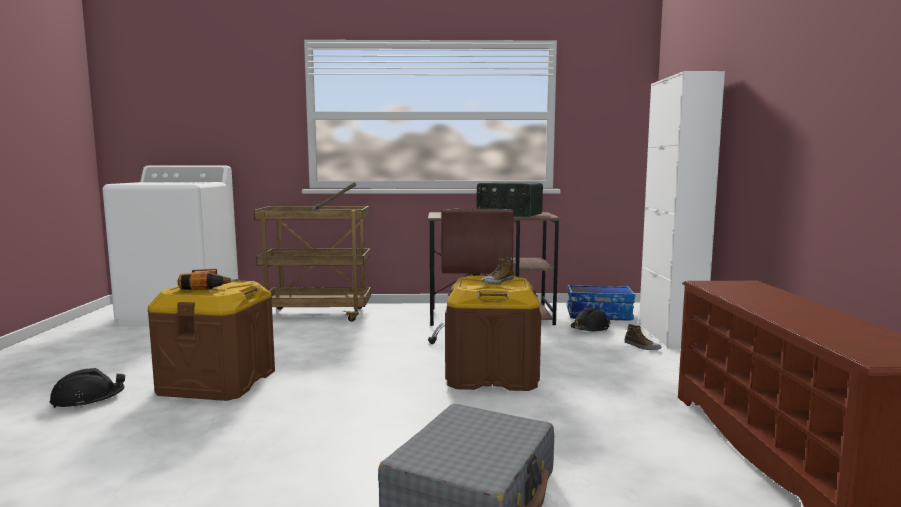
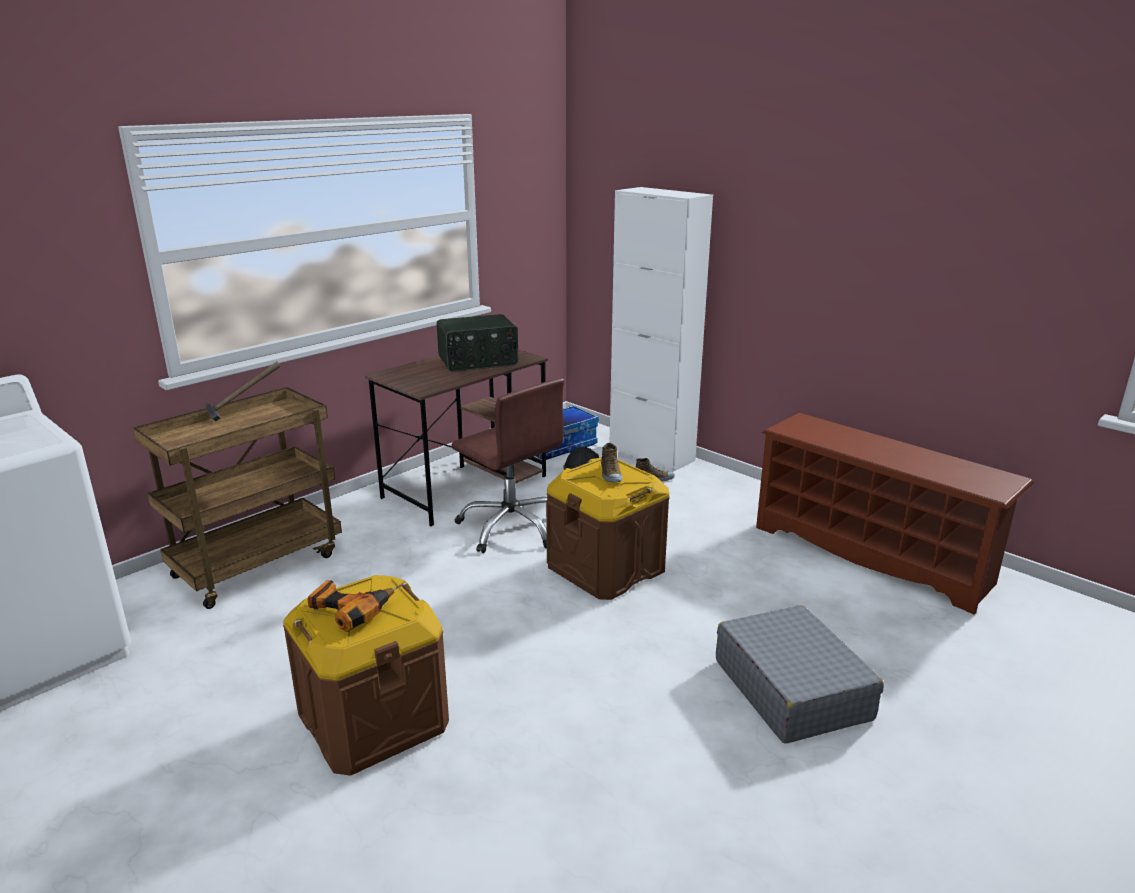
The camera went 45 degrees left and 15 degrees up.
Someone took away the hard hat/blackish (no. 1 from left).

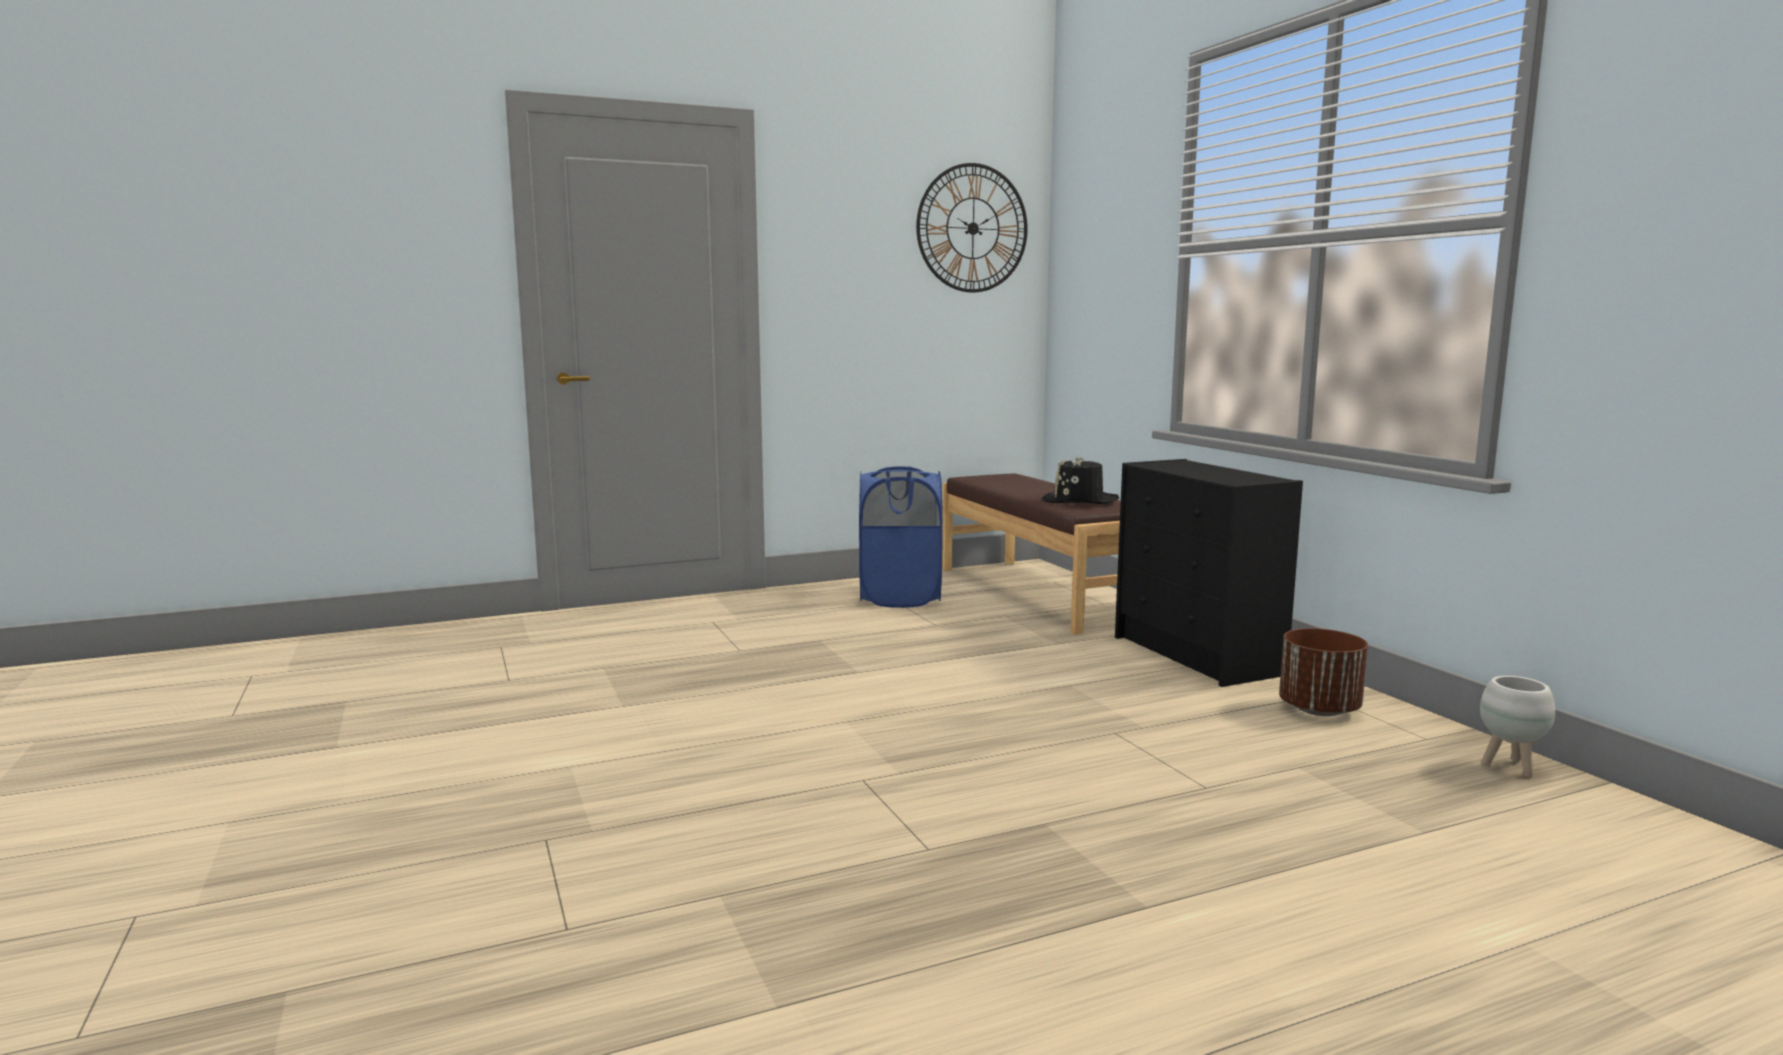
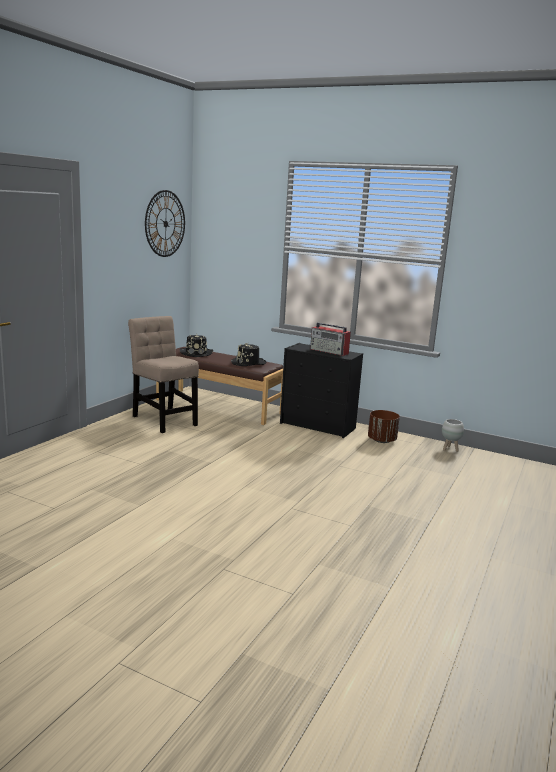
The camera went 40 degrees left and 5 degrees up.
Someone swapped the laundry basket/blue-coloured for the plain chair/beige.
Someone put down the radio set.
Someone put down the clothing hat/blackish (no. 1 from left).

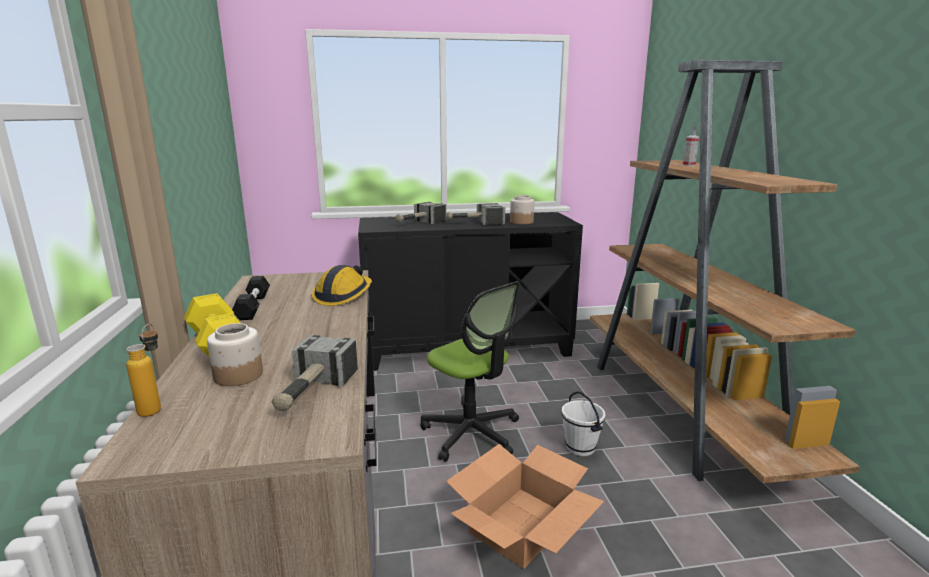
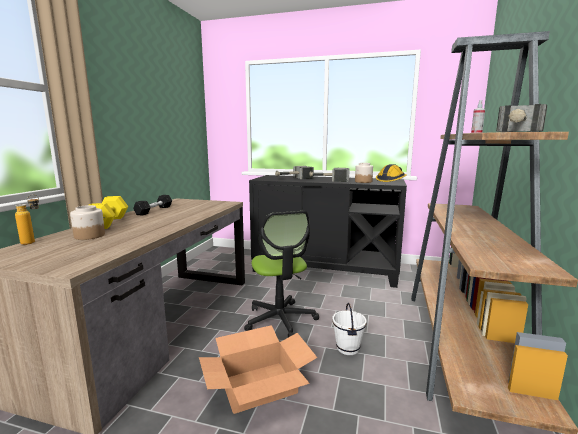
The camera went 25 degrees right and 5 degrees down.
Someone carried the hard hat.
Someone carried the hammer (no. 1 from left in the first image).

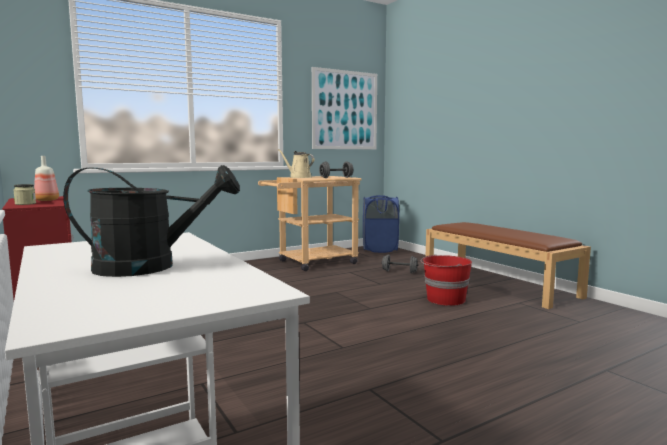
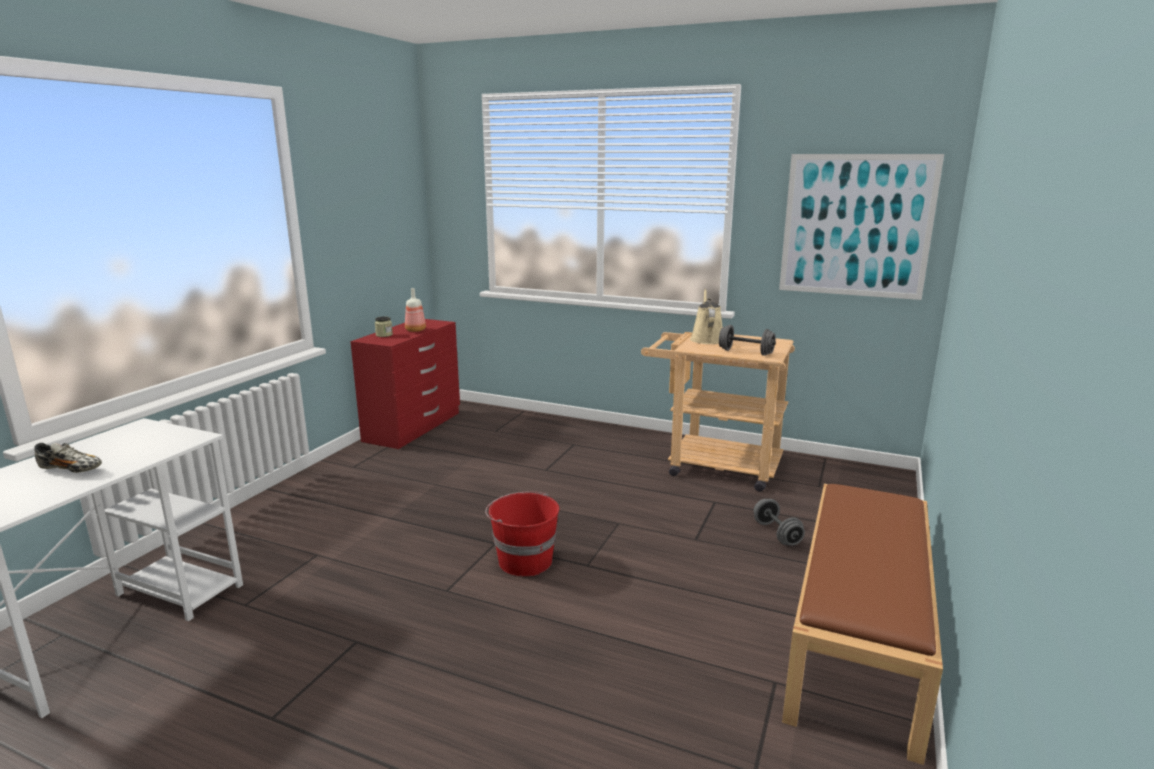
The camera went 55 degrees right and 10 degrees up.
Someone swapped the watering pot/blackish for the low shoe.
Someone took away the laundry basket/blue-coloured.
Someone carried the water bucket/red.

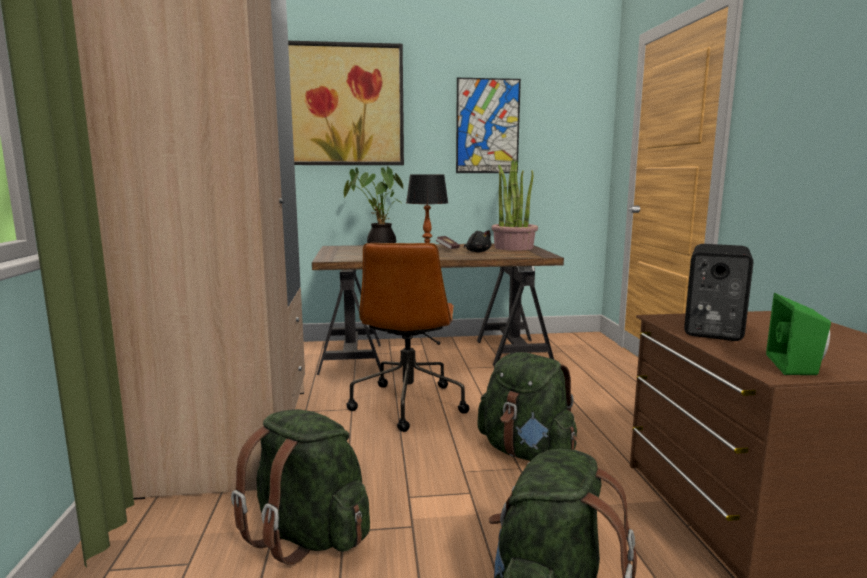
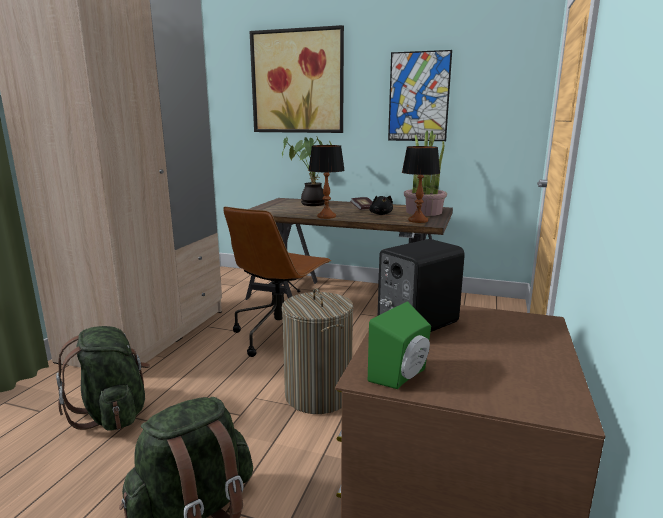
The camera went 25 degrees right and 5 degrees up.
Someone swapped the backpack/green-coloured (no. 2 from left) for the laundry basket.
Someone put down the tabletop lamp (no. 2 from left).

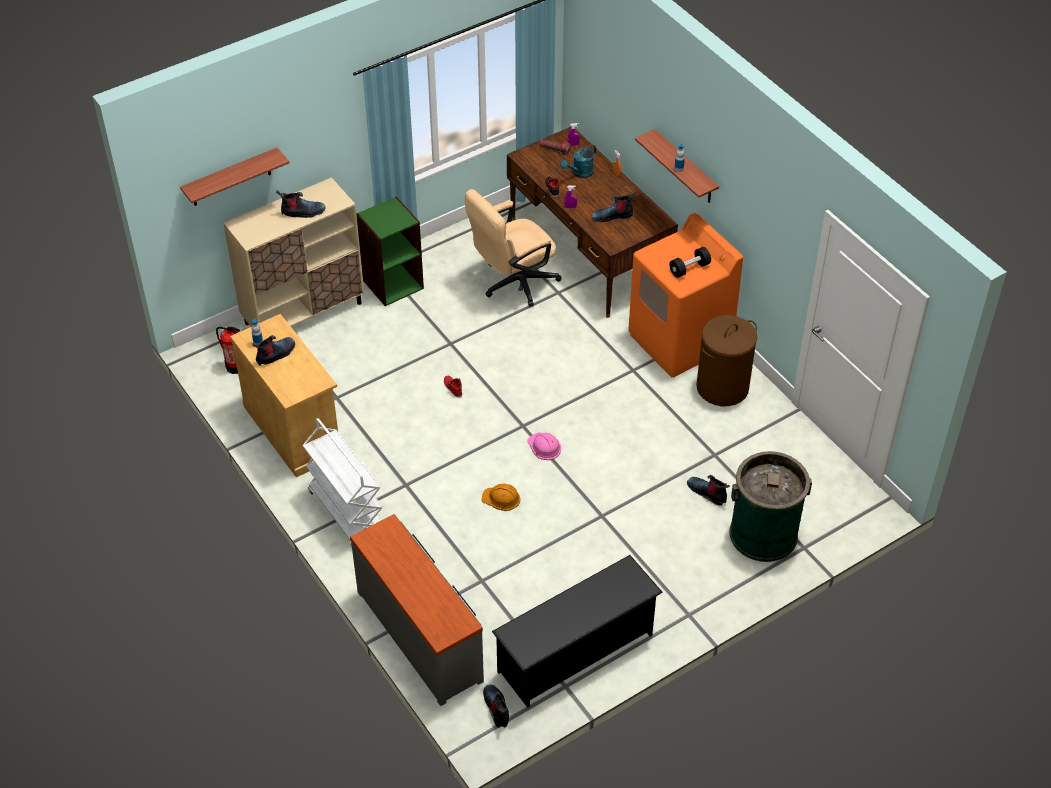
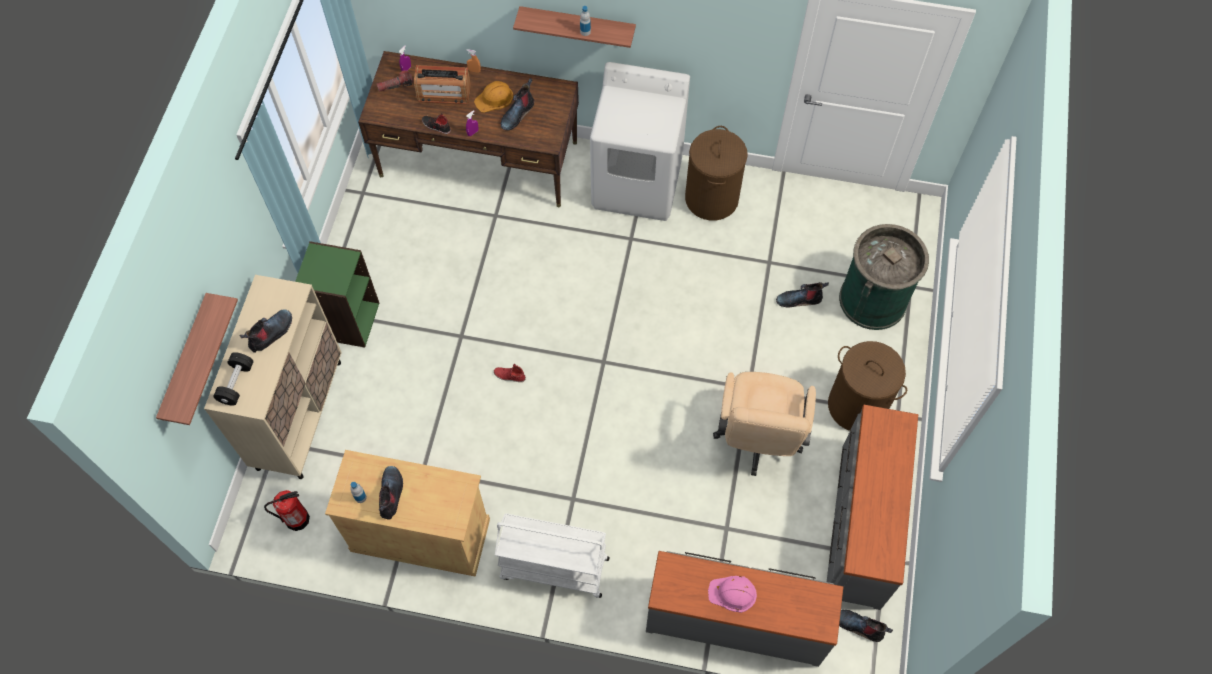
The camera went 45 degrees left and 15 degrees up.
Someone swapped the watering pot/turquoise for the radio set.
Someone carried the desk chair/beige.
Someone repainted the laundry machine/orangey, which became the laundry machine/whitish.
Someone carried the free weight/blackish.
Someone carried the hard hat/pinkish.
Someone carried the hard hat/orangey.
Someone swapped the shoe stand/blackish for the drawer chest/greyish (no. 2 from left).
Someone put down the laundry basket/brown-coloured (no. 2 from left).

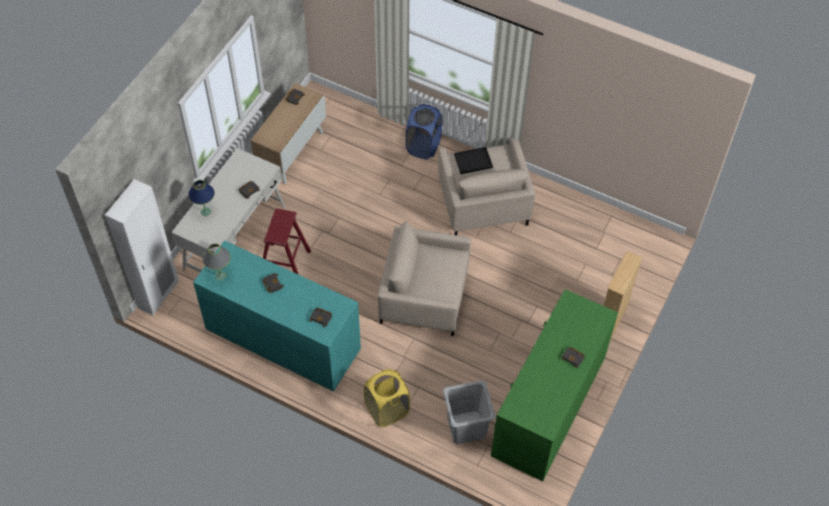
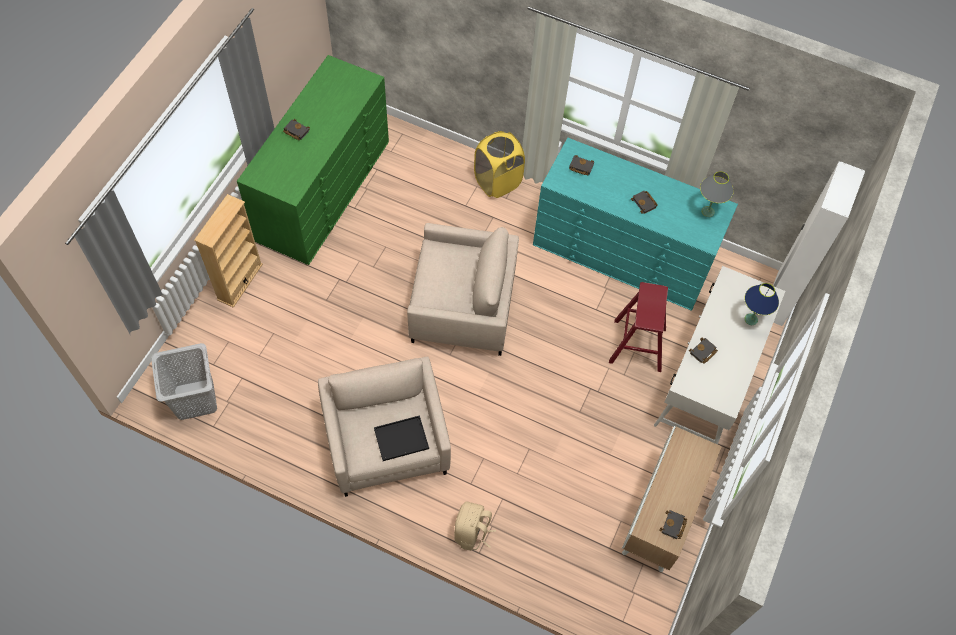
The camera went 175 degrees right and 5 degrees up.
Someone swapped the laundry basket/blue-coloured for the backpack/beige.
Someone carried the laundry basket/greyish.

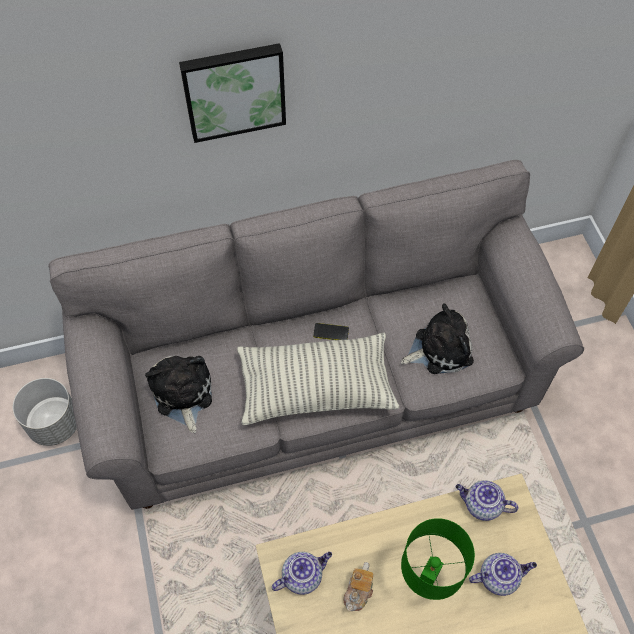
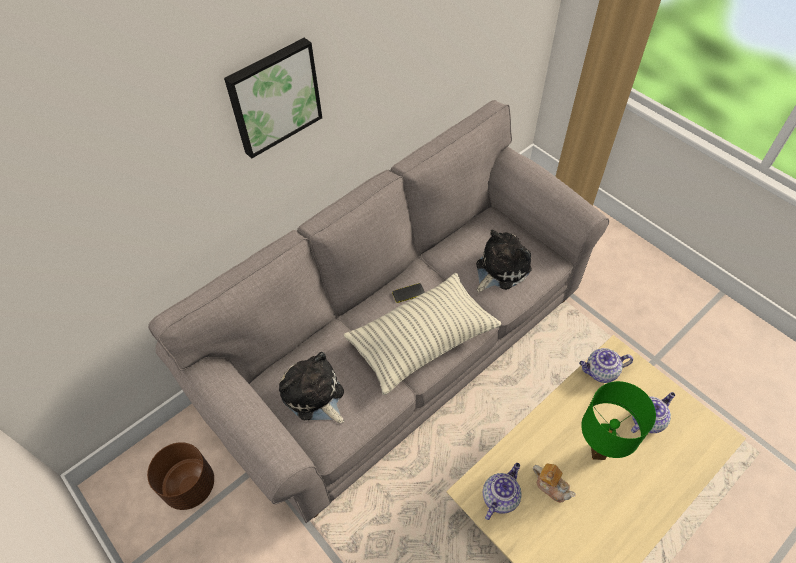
The camera went 25 degrees left and 5 degrees down.
Someone repainted the plant pot/greyish, which became the plant pot/brown-coloured.
Someone rotated the pot for tea (no. 2 from left) by 45 degrees counterclockwise.

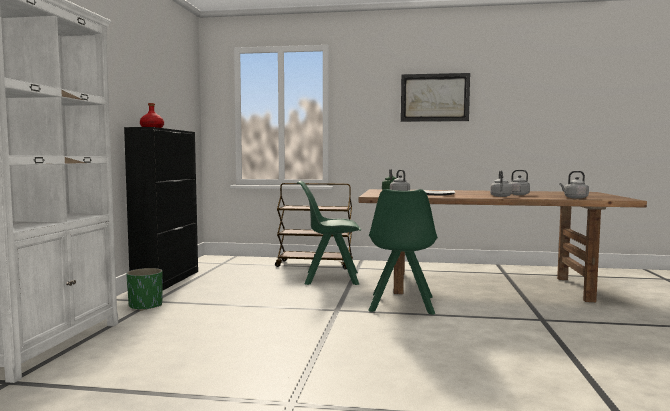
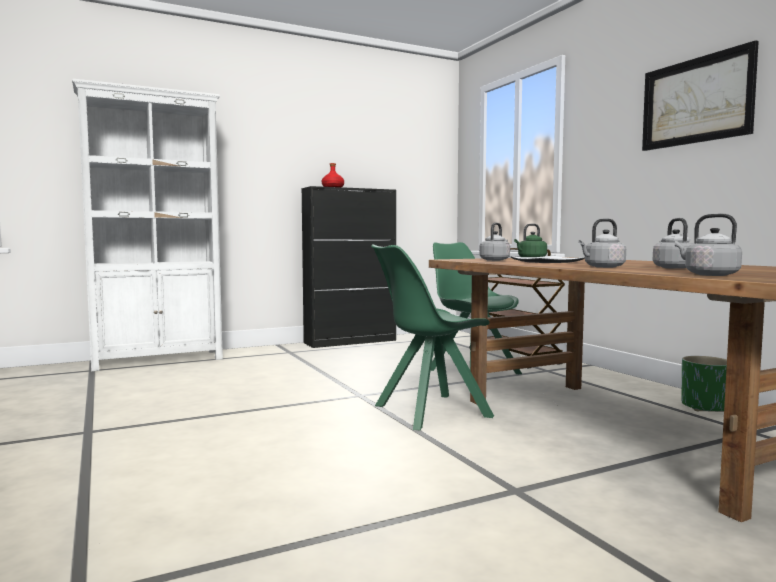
The camera went 55 degrees right and 0 degrees up.
Someone carried the plant pot/green-coloured.

